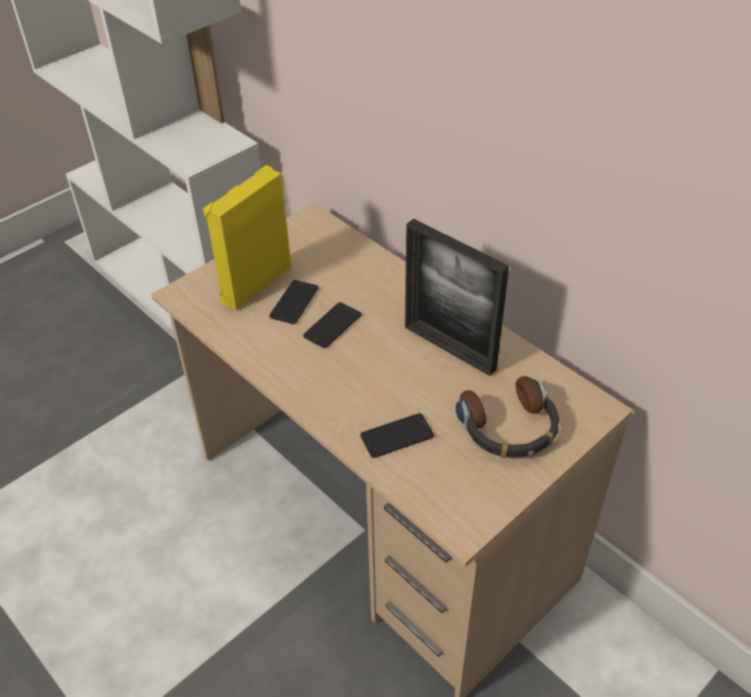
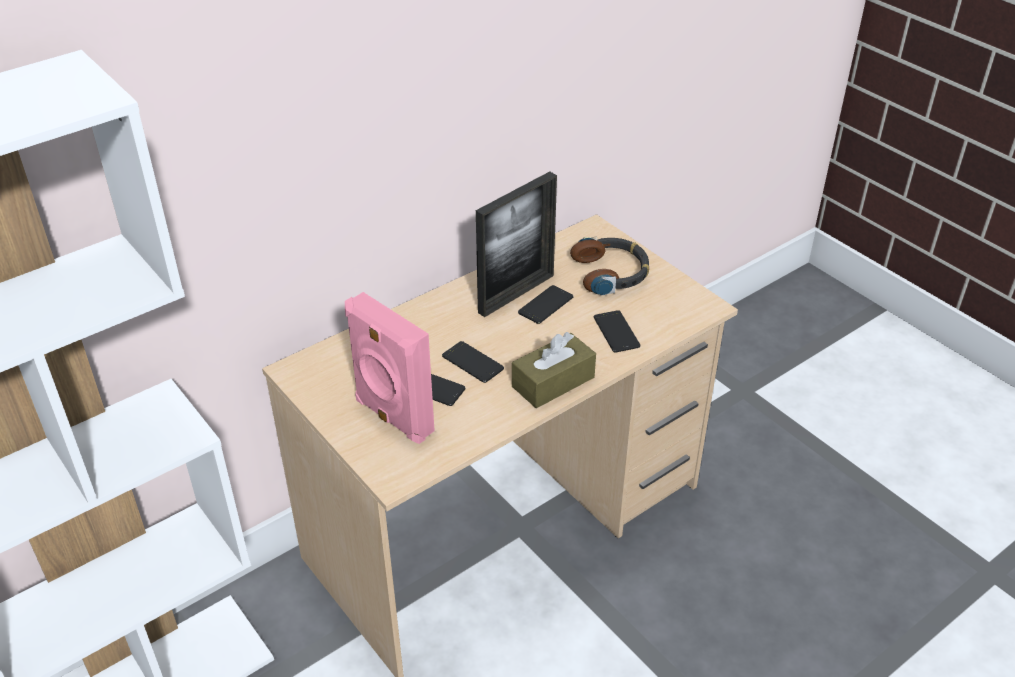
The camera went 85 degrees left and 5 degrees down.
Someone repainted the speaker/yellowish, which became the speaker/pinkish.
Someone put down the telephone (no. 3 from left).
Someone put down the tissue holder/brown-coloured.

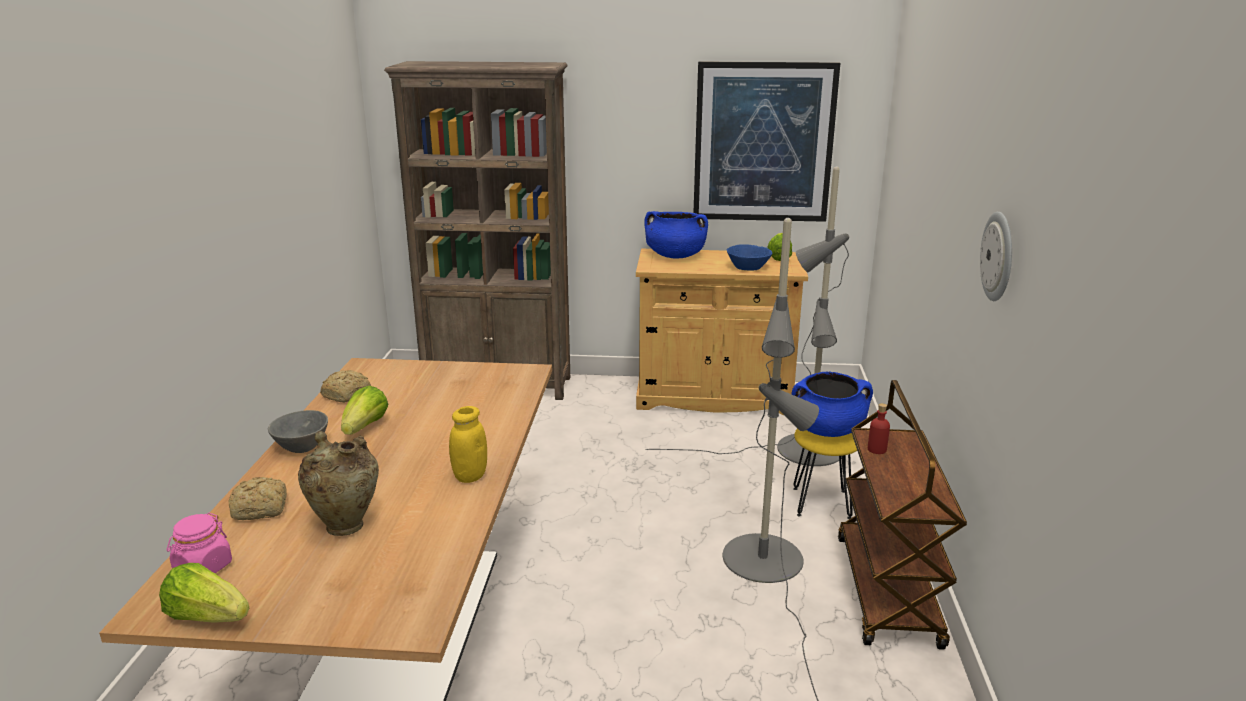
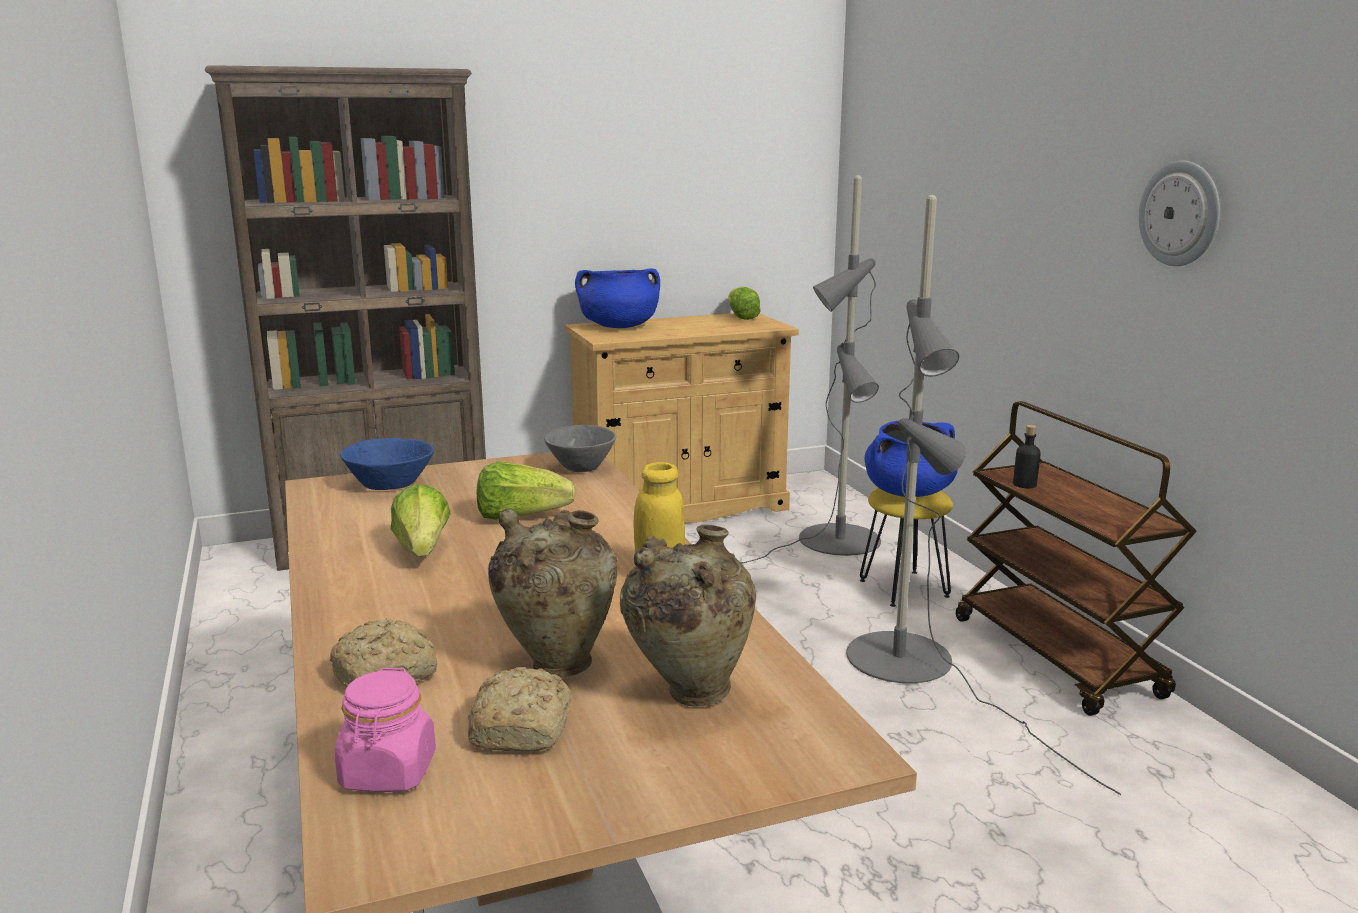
The camera went 25 degrees left and 5 degrees down.
Someone took away the wall picture.
Someone carried the deep dish/blue-coloured.
Someone carried the bread (no. 2 from left).
Someone repainted the bottle/red, which became the bottle/blackish.
Someone carried the deep dish/greyish.
Someone carried the lettuce head (no. 1 from left in the first image).
Someone put down the vase/beige (no. 2 from left).

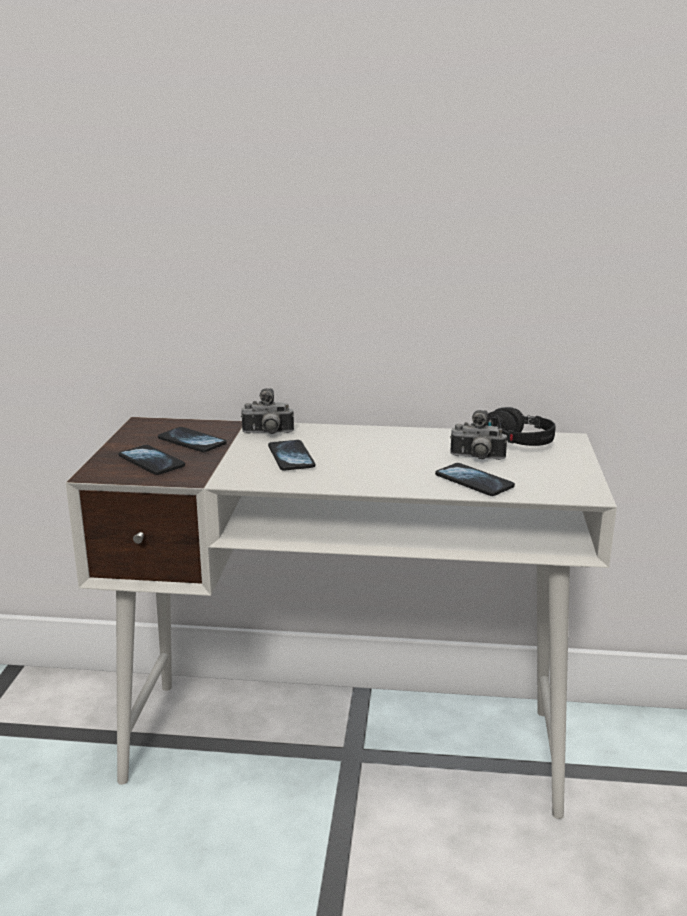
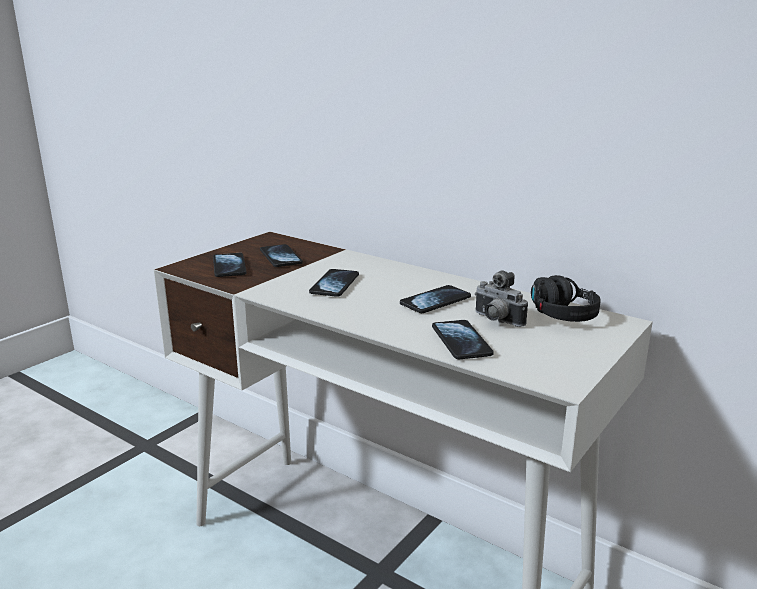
The camera went 30 degrees right and 0 degrees up.
Someone took away the photo camera (no. 1 from left).
Someone put down the telephone (no. 4 from left).

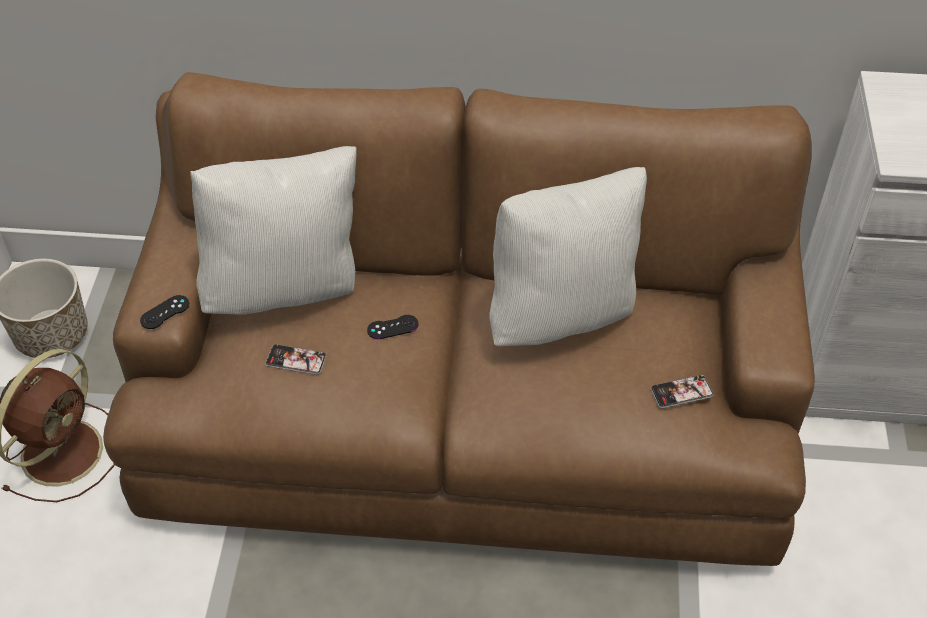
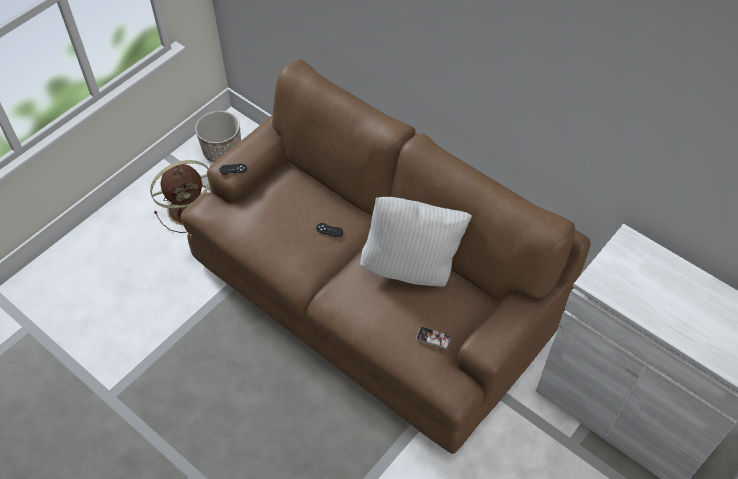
The camera went 35 degrees right and 5 degrees up.
Someone took away the cushion/whitish (no. 1 from left).
Someone took away the telephone (no. 1 from left).

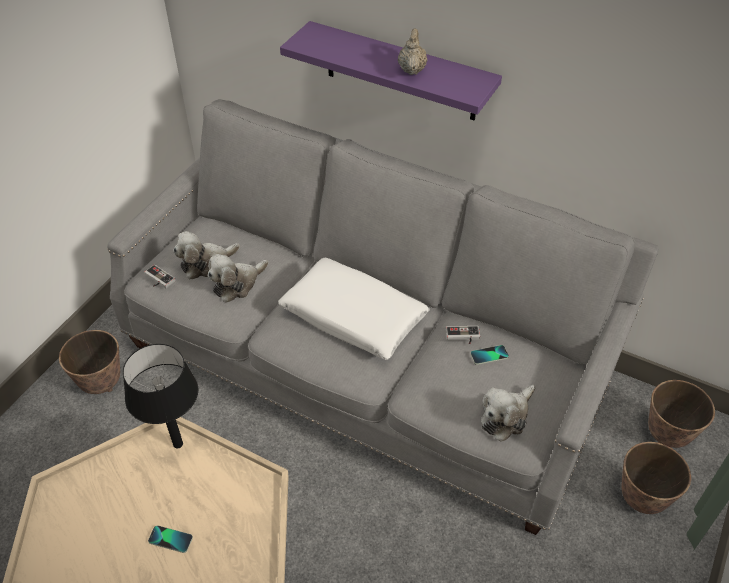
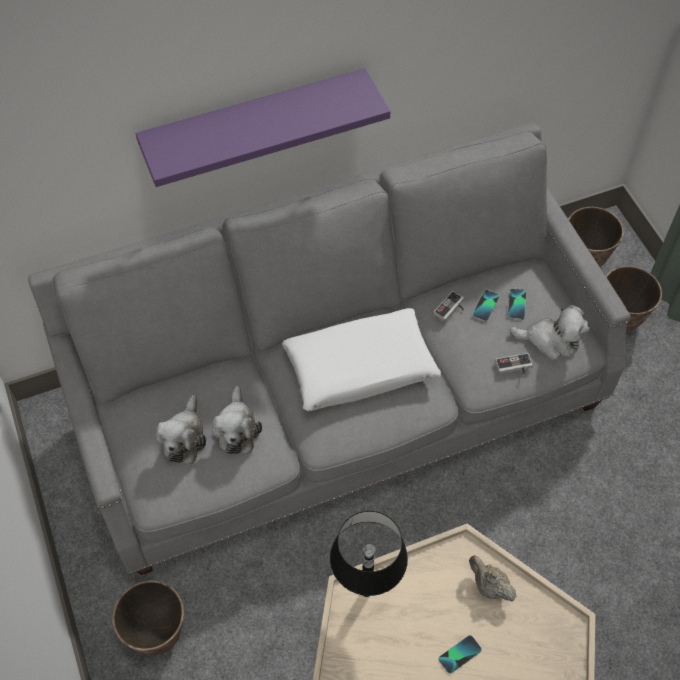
The camera went 50 degrees left and 10 degrees up.
Someone carried the pot for tea/beige.
Someone carried the joypad (no. 1 from left in the first image).
Someone rotated the soft toy (no. 3 from left) by 75 degrees counterclockwise.
Someone put down the telephone (no. 3 from left).

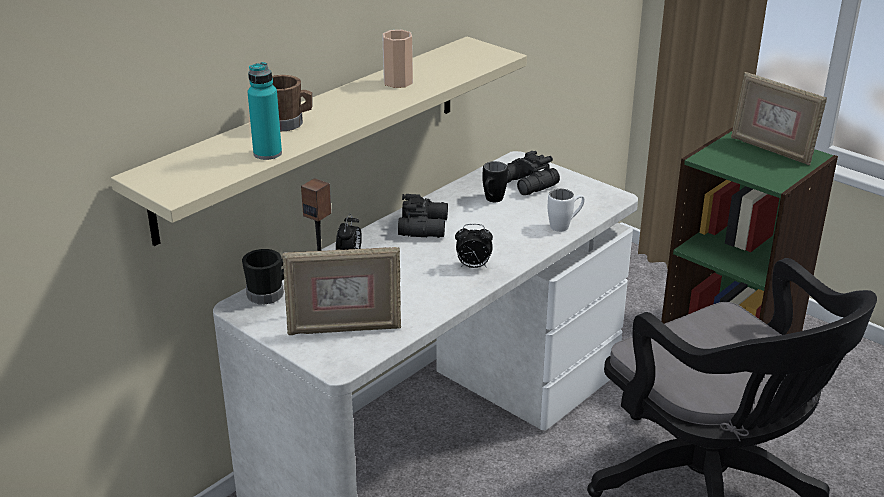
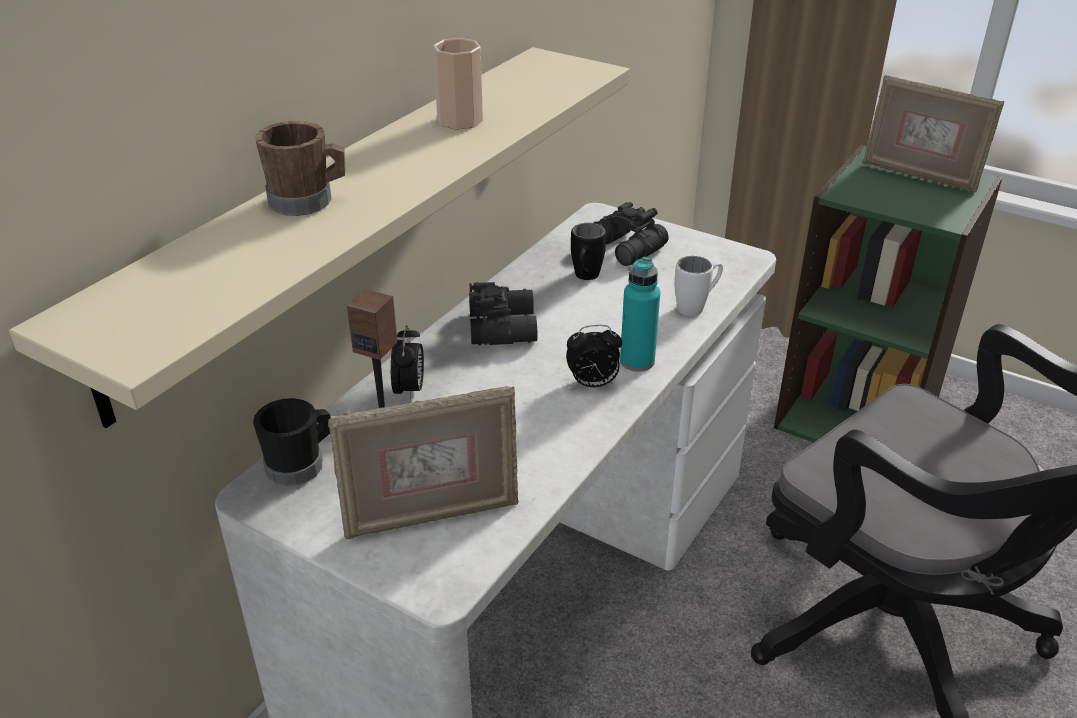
The camera went 10 degrees left and 5 degrees up.
Someone carried the bottle/turquoise.

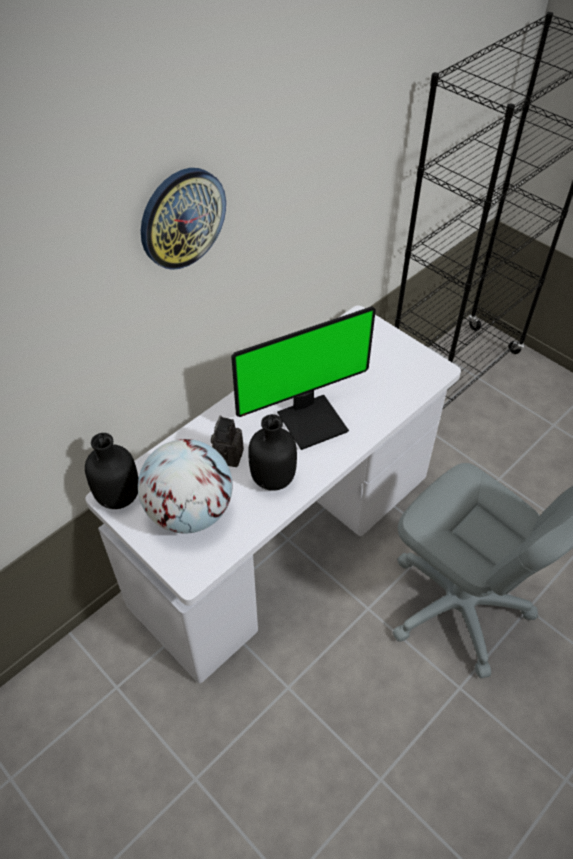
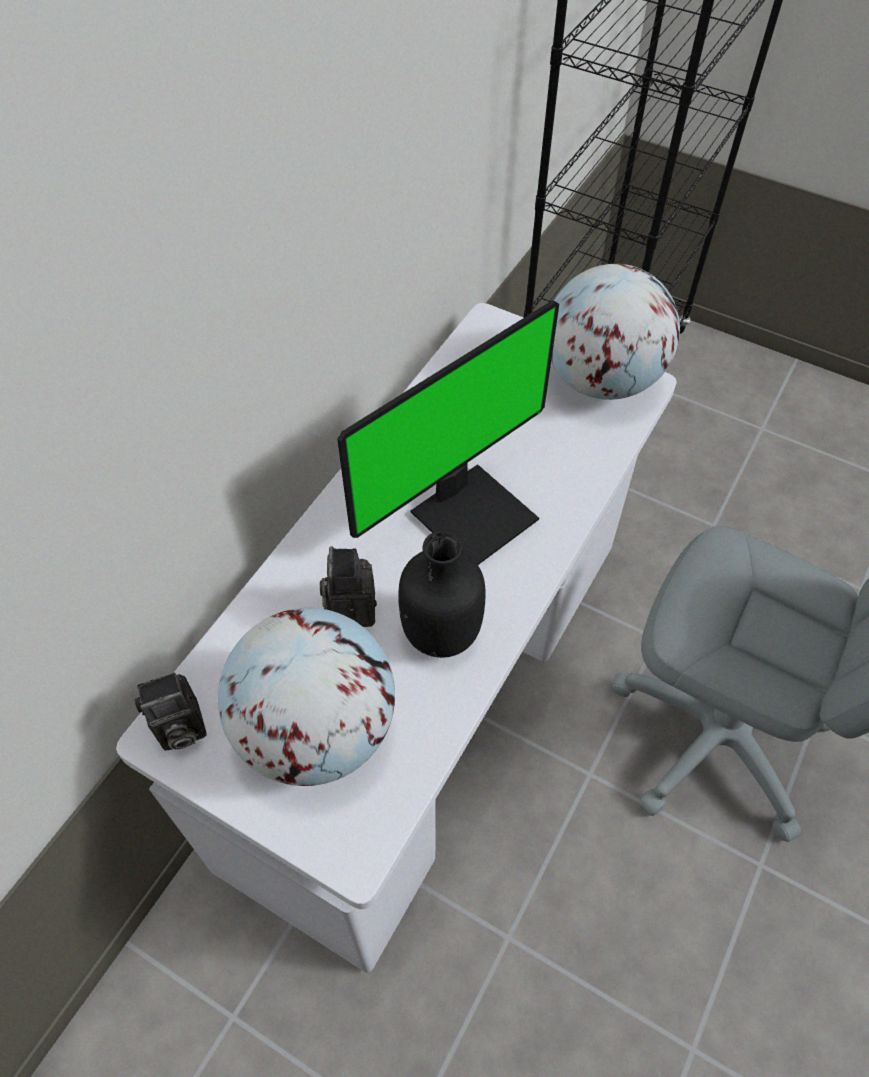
The camera went 15 degrees left and 5 degrees up.
Someone took away the hanging clock.
Someone swapped the bottle/blackish (no. 1 from left) for the photo camera (no. 1 from left).
Someone put down the world globe (no. 2 from left).

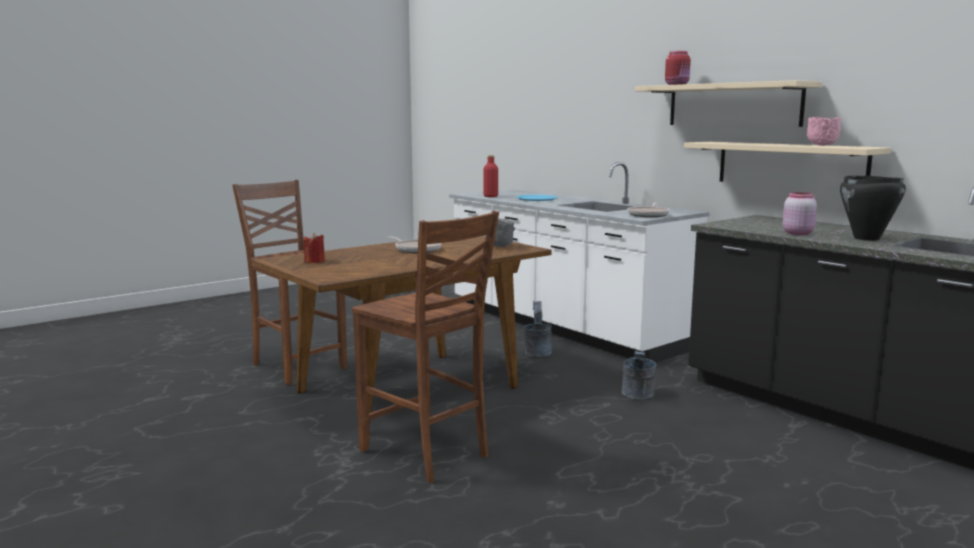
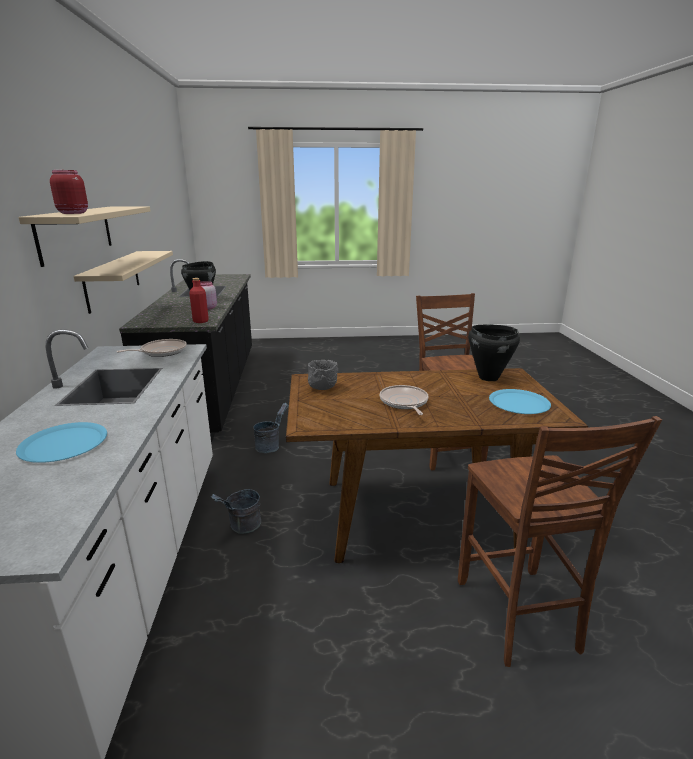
The camera went 145 degrees left and 10 degrees up.
Someone took away the deep dish/pinkish.
Someone carried the bottle/red.
Someone swapped the wax candle/red for the dinner plate/blue-coloured (no. 2 from left).
Someone put down the stockpot/blackish (no. 2 from left).

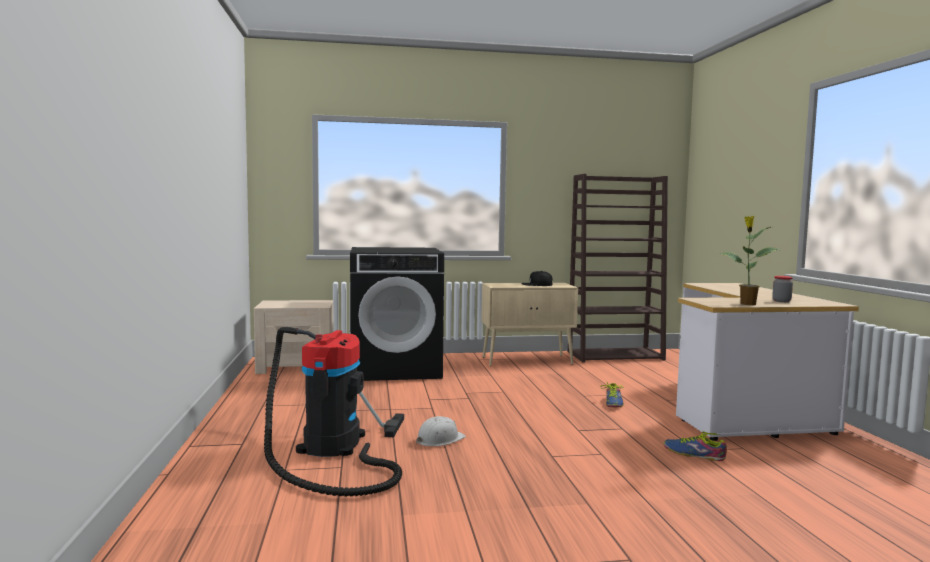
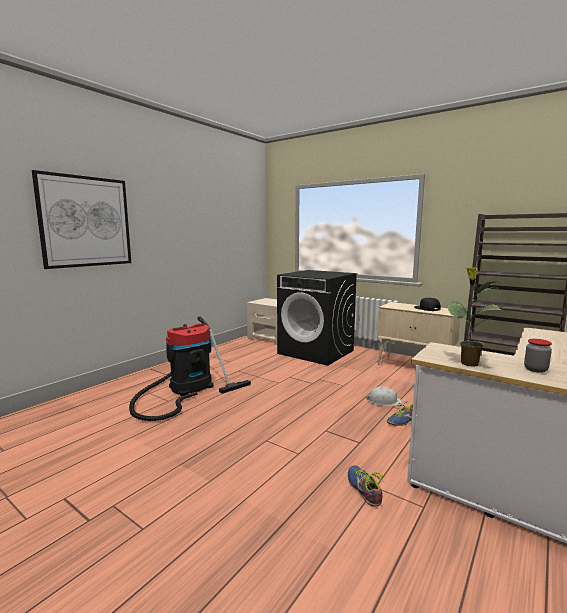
The camera went 45 degrees right and 5 degrees up.
Someone carried the hard hat/whitish.
Someone put up the wall picture.

